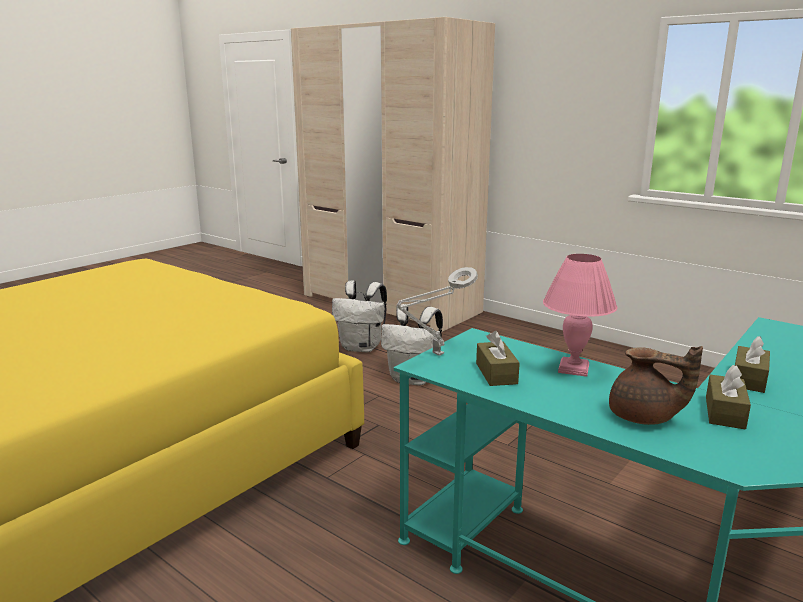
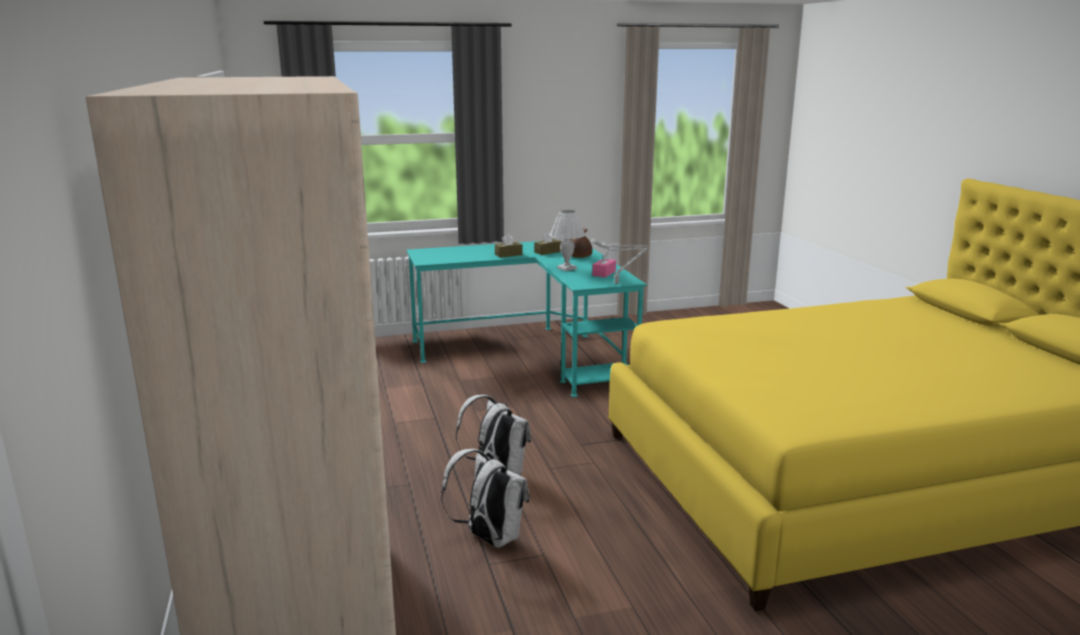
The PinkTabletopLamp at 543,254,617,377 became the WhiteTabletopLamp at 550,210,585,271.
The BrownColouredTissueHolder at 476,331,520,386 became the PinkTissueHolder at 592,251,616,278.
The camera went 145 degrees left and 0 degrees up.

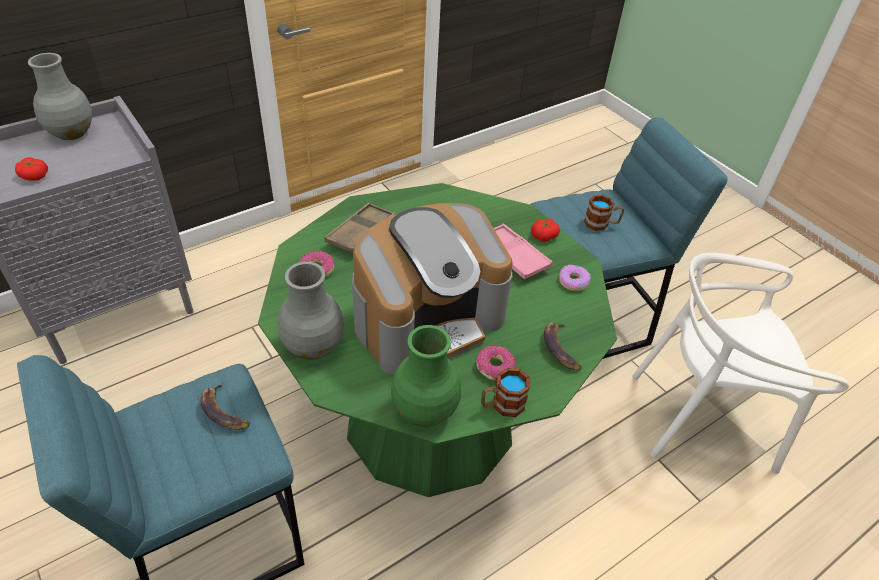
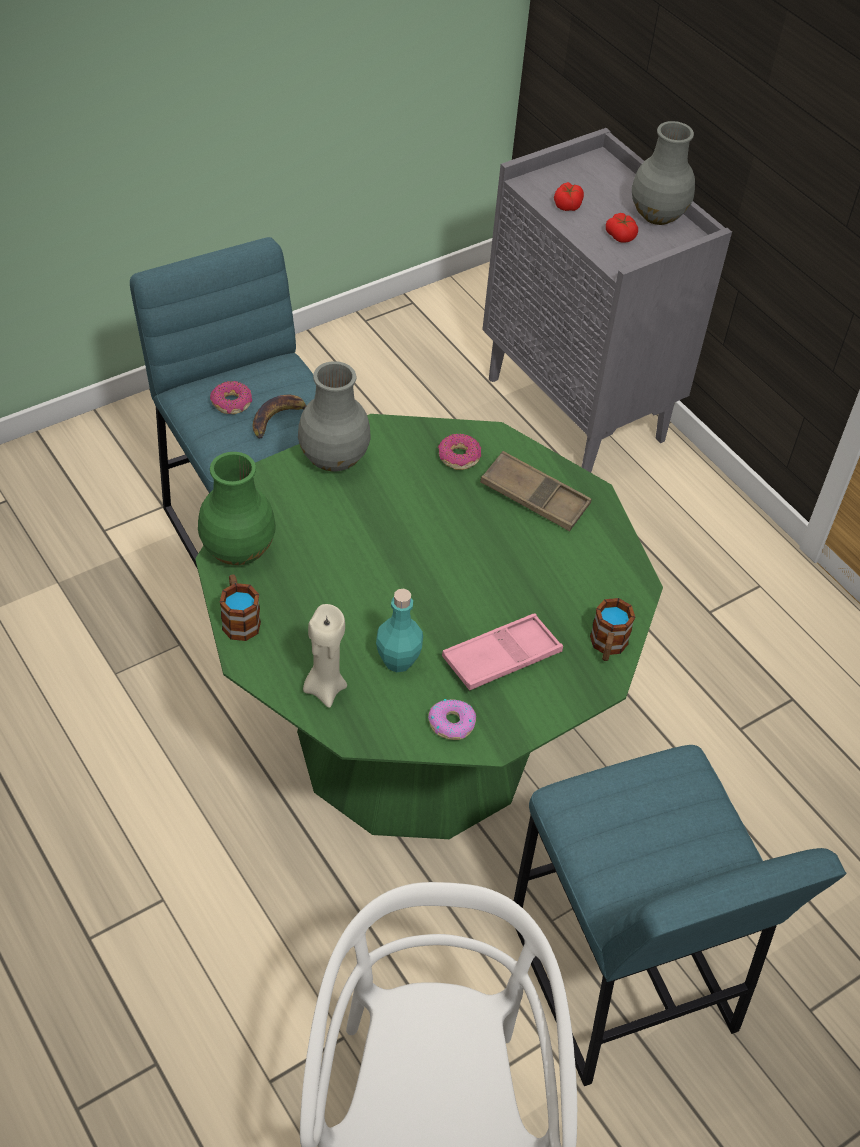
The Doughnut moved from 476,346,516,381 to 210,381,252,414.
The BananaFruit at 544,322,582,370 was replaced by the BeigeWaxLight at 303,604,347,708.
The TurquoiseBottle at 376,588,423,672 appeared.
The Mug moved from 584,195,624,231 to 590,598,635,661.
The WholeTomato moved from 531,218,560,242 to 606,213,638,243.
The CoffeeMaker at 352,203,513,374 disappeared.
The camera went 90 degrees right and 5 degrees up.

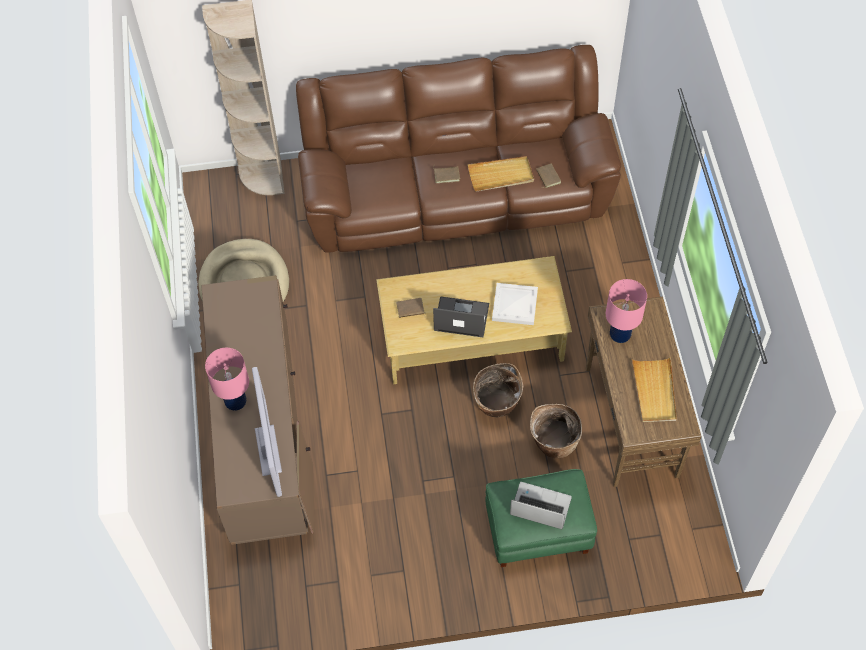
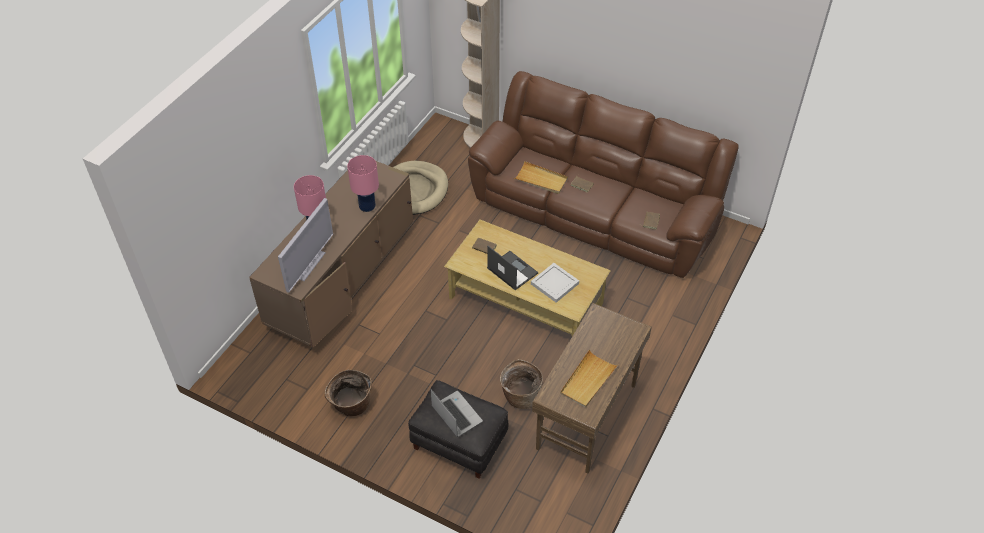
The StorageBasket moved from 473,363,523,417 to 325,370,372,416.
The PinkTabletopLamp moved from 606,279,647,343 to 347,155,379,212.
The GreenishOttoman at 485,469,597,567 became the BlackOttoman at 408,380,508,479.
The BeigeServingTray moved from 468,156,534,192 to 514,161,568,194.
The camera went 35 degrees right and 10 degrees down.

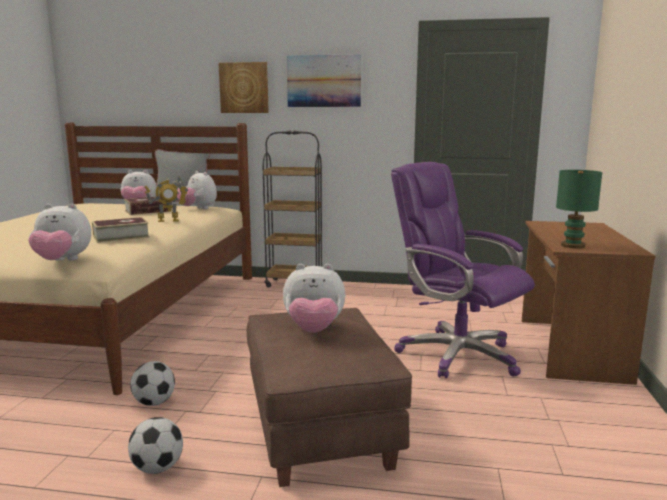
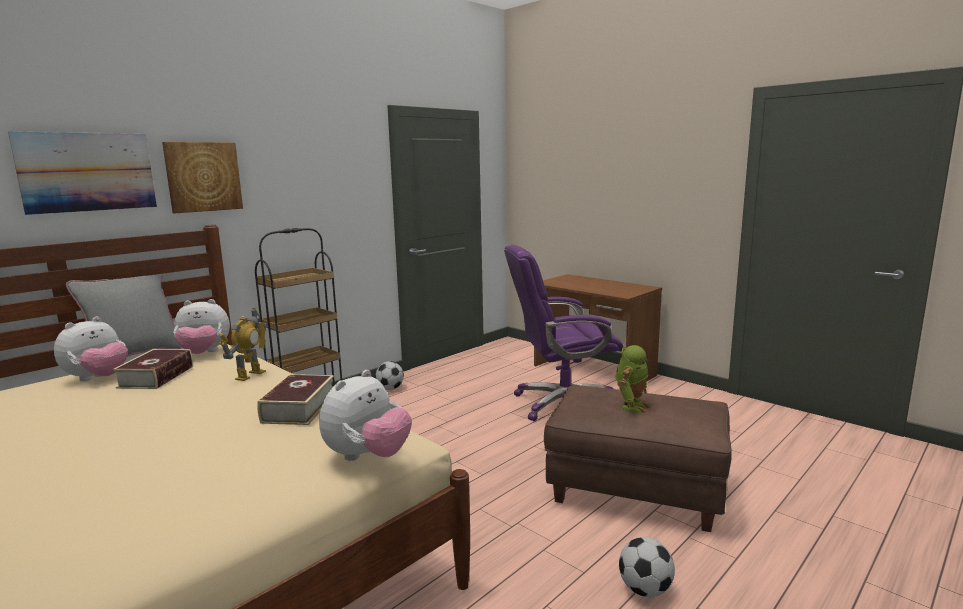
The WallPicture moved from 287,54,361,107 to 8,131,157,215.
The FootballBall moved from 130,361,175,406 to 376,361,404,390.
The CuddlyToy at 283,264,345,333 was replaced by the RobotFigure at 616,345,651,413.
The GreenishTabletopLamp at 556,170,603,249 disappeared.
The camera went 55 degrees left and 0 degrees up.

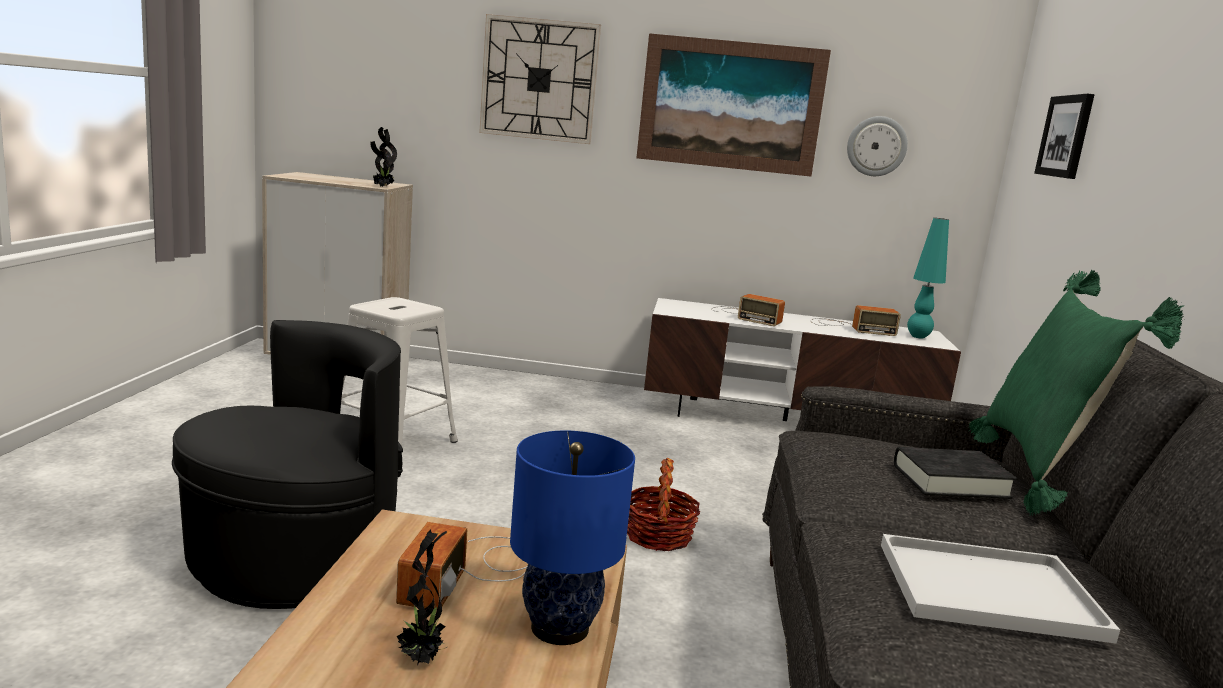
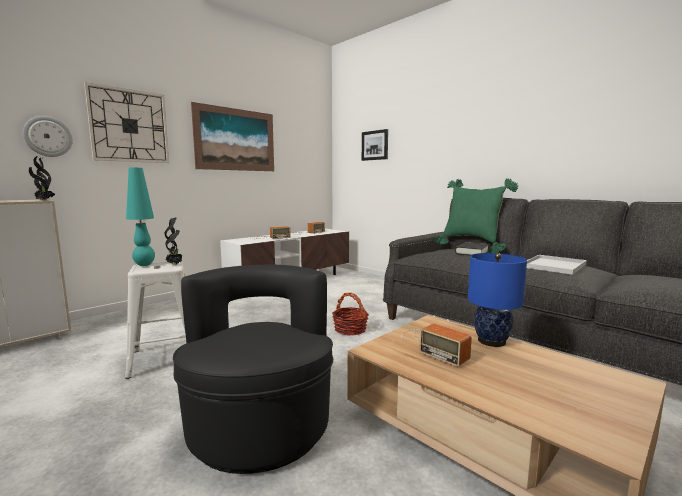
The WallClock moved from 847,116,908,176 to 23,116,73,157.
The TurquoiseTabletopLamp moved from 907,218,949,339 to 126,168,155,266.
The Houseplant moved from 397,529,448,665 to 165,217,182,264.
The camera went 50 degrees left and 5 degrees down.

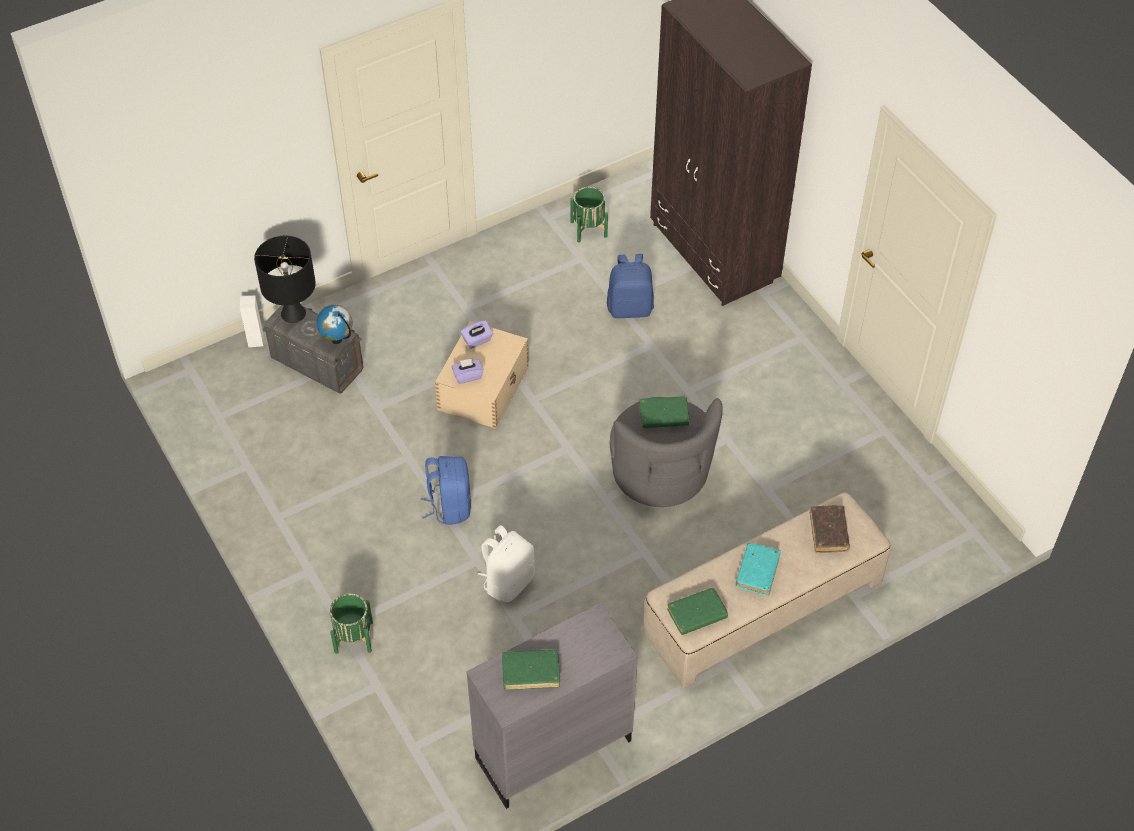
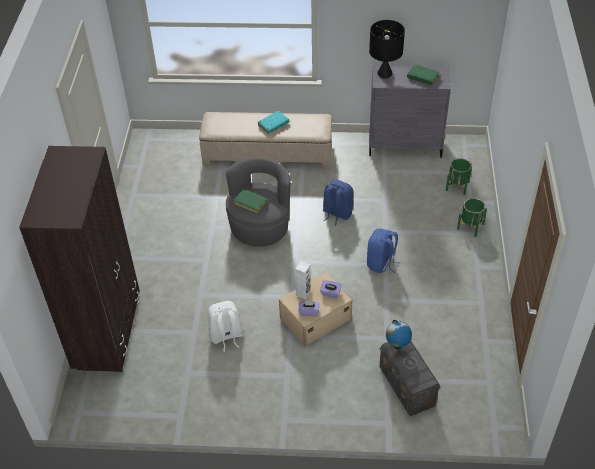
The WhiteBackpack moved from 478,525,535,602 to 207,301,243,352.
The WhiteAudioSpeaker moved from 240,295,264,347 to 295,261,311,300.
The BluishBackpack moved from 607,254,654,318 to 323,180,354,226.
The BlackTabletopLamp moved from 254,236,316,323 to 369,20,405,78.
The GreenishFlowerPot moved from 571,187,608,243 to 446,158,472,195.
The GreenishVolume at 667,588,728,635 disappeared.
The BrownColouredVolume at 810,505,850,553 disappeared.
The camera went 145 degrees left and 5 degrees down.

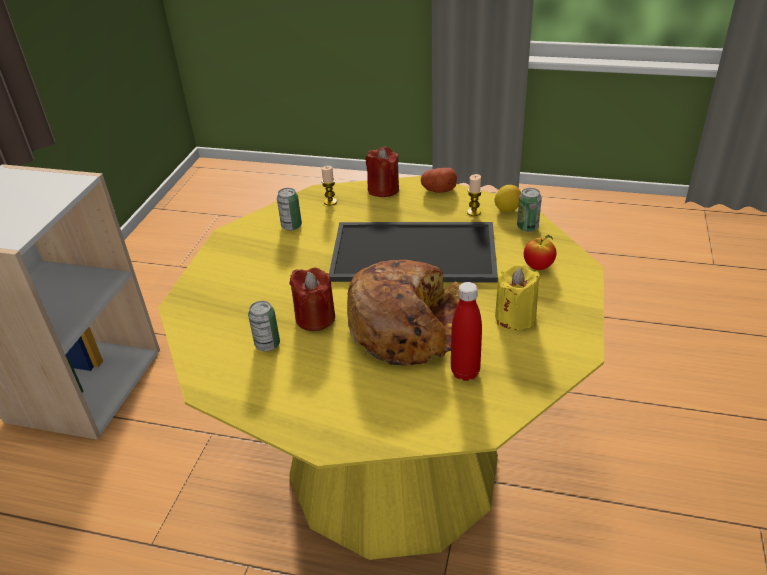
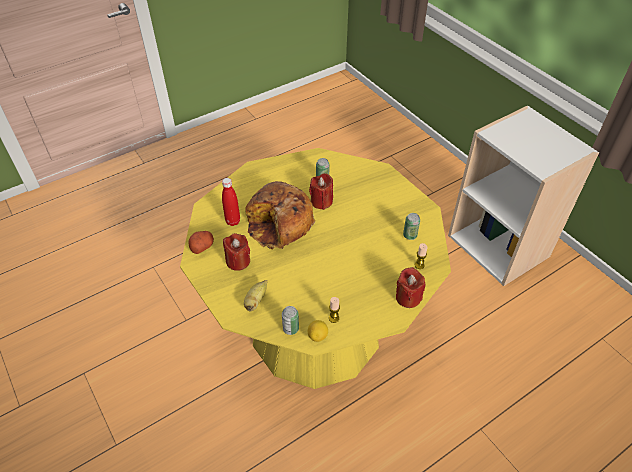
The Spud moved from 421,168,457,193 to 189,231,214,254.
The YellowishWaxLight at 495,265,541,330 became the RedColouredWaxLight at 223,233,250,271.
The Apple at 524,235,556,270 was replaced by the BananaFruit at 244,280,267,311.
The ServingTray at 329,222,498,283 disappeared.
The camera went 130 degrees right and 10 degrees up.

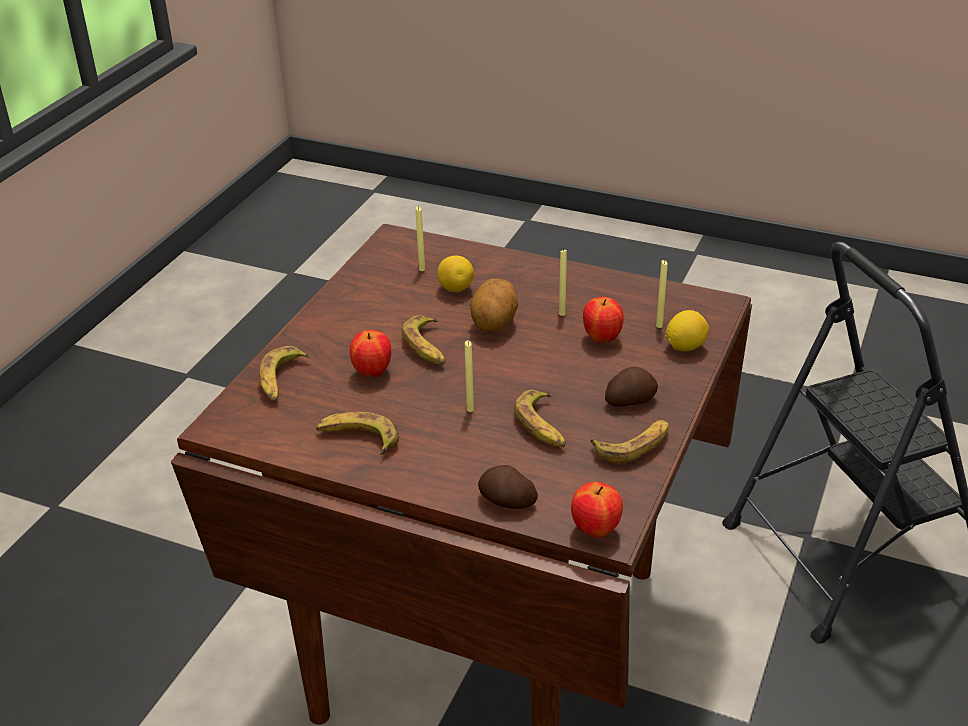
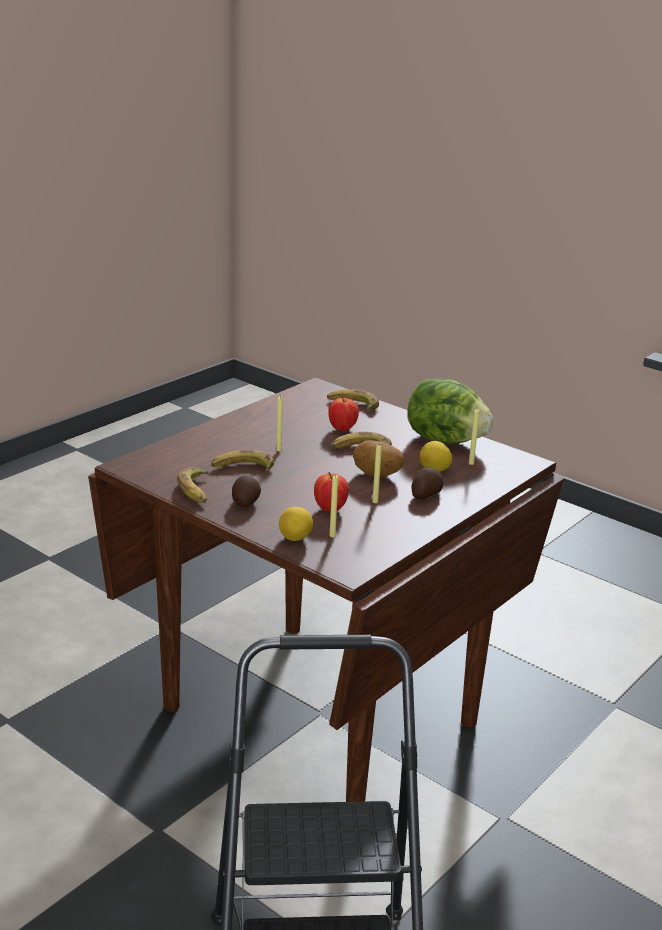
The LettuceHead at 407,378,493,444 appeared.
The Spud moved from 478,465,538,509 to 412,467,444,499.
The BananaFruit at 316,412,399,455 disappeared.
The Apple at 571,482,623,538 disappeared.
The camera went 105 degrees right and 10 degrees down.

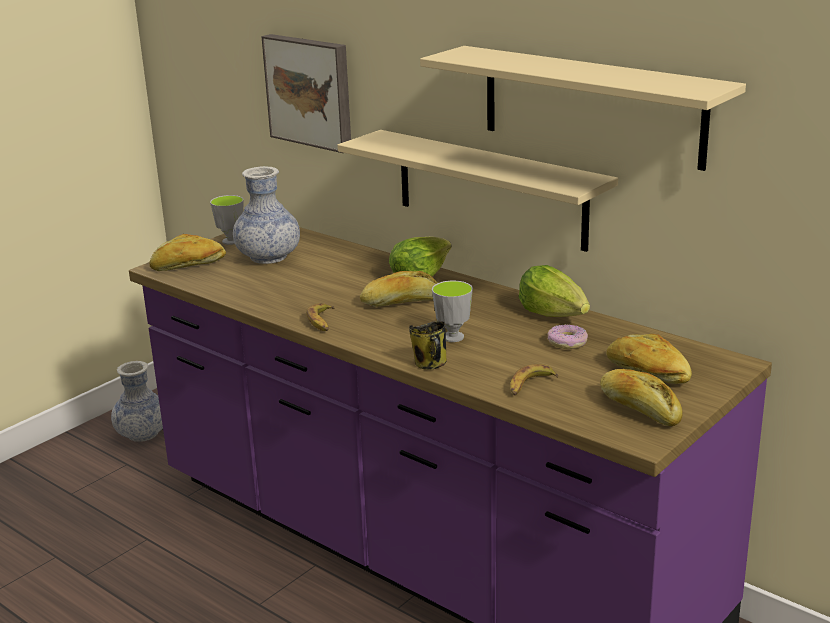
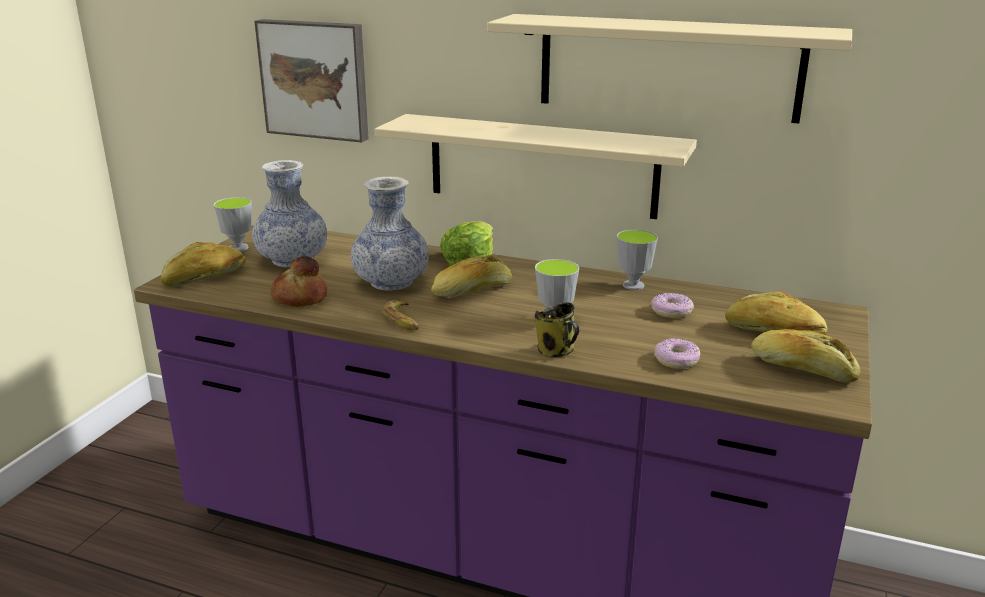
The BakedBread at 270,256,327,307 appeared.
The DecorativeVase moved from 111,361,163,442 to 351,177,429,291.
The LettuceHead at 519,265,590,317 was replaced by the SmallCup at 617,230,658,290.
The BananaFruit at 510,364,558,396 was replaced by the Doughnut at 654,338,700,369.
The camera went 20 degrees left and 0 degrees up.

